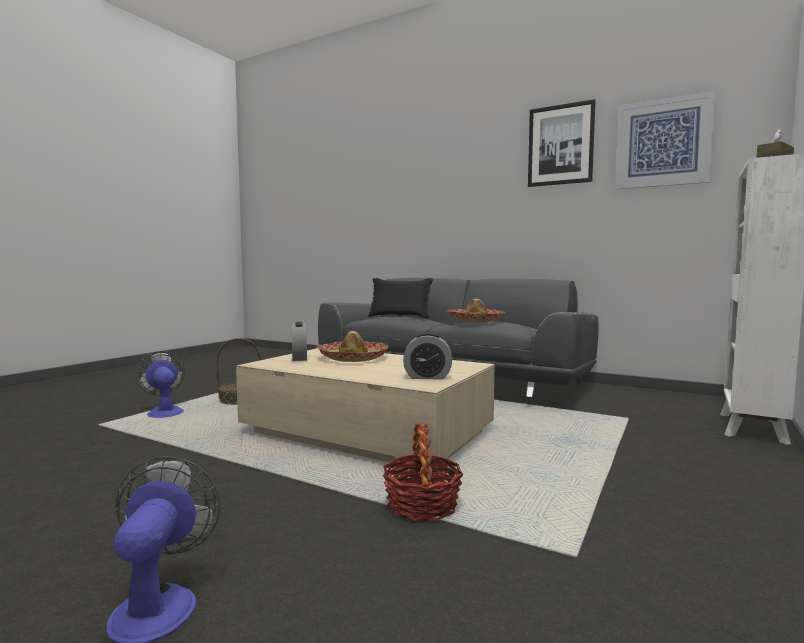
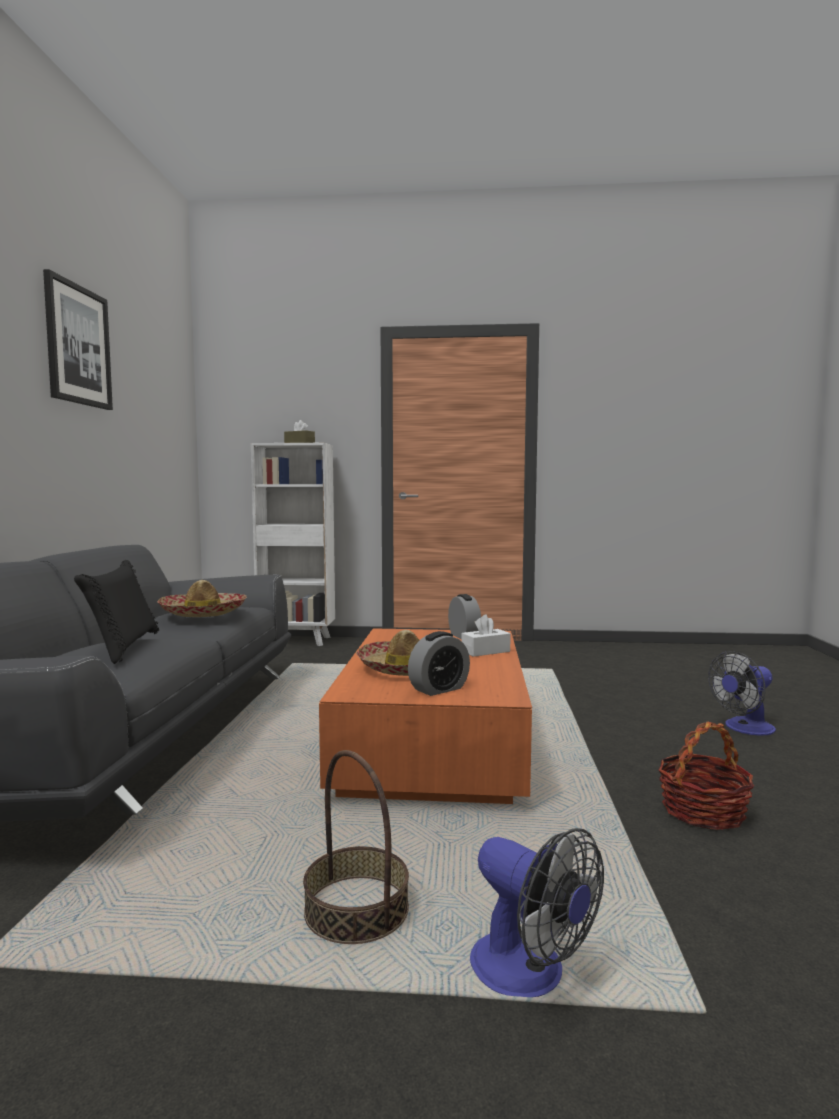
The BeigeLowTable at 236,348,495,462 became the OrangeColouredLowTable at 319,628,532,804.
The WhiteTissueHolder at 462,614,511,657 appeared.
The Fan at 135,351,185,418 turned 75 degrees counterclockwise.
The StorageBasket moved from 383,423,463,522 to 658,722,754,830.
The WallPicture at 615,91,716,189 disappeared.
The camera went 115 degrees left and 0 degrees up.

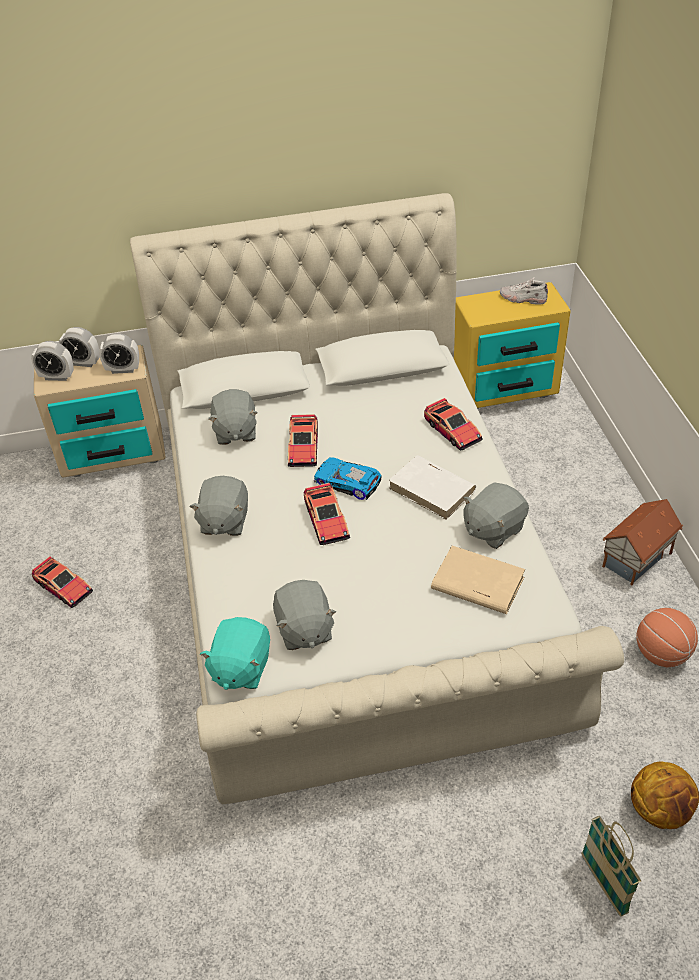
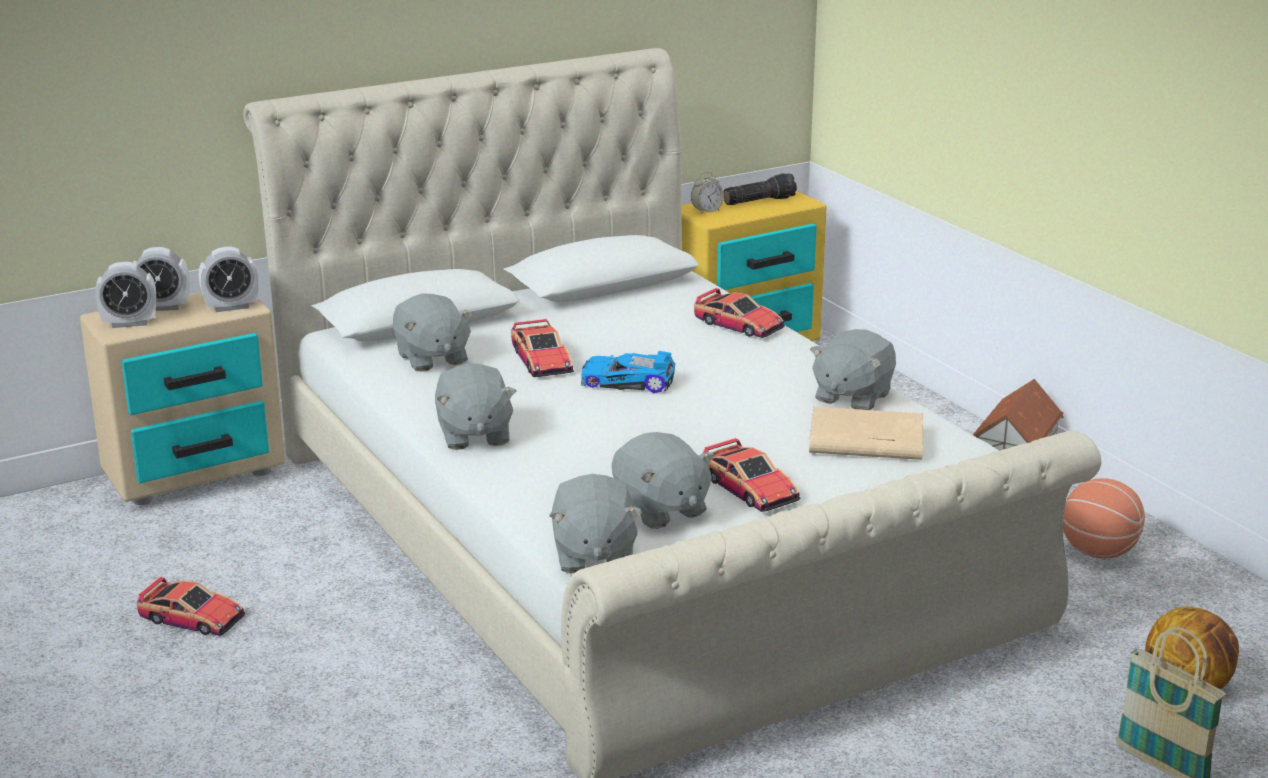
The TurquoiseCuddlyToy at 200,617,270,690 became the GreyishCuddlyToy at 549,474,643,573.
The AlarmClock at 691,171,724,215 appeared.
The MiniatureCar moved from 304,483,350,545 to 702,438,801,512.
The WhiteLowShoe at 500,277,548,305 was replaced by the HandTorch at 724,173,797,205.
The WhiteVolume at 389,455,476,520 disappeared.
The camera went 20 degrees left and 20 degrees down.

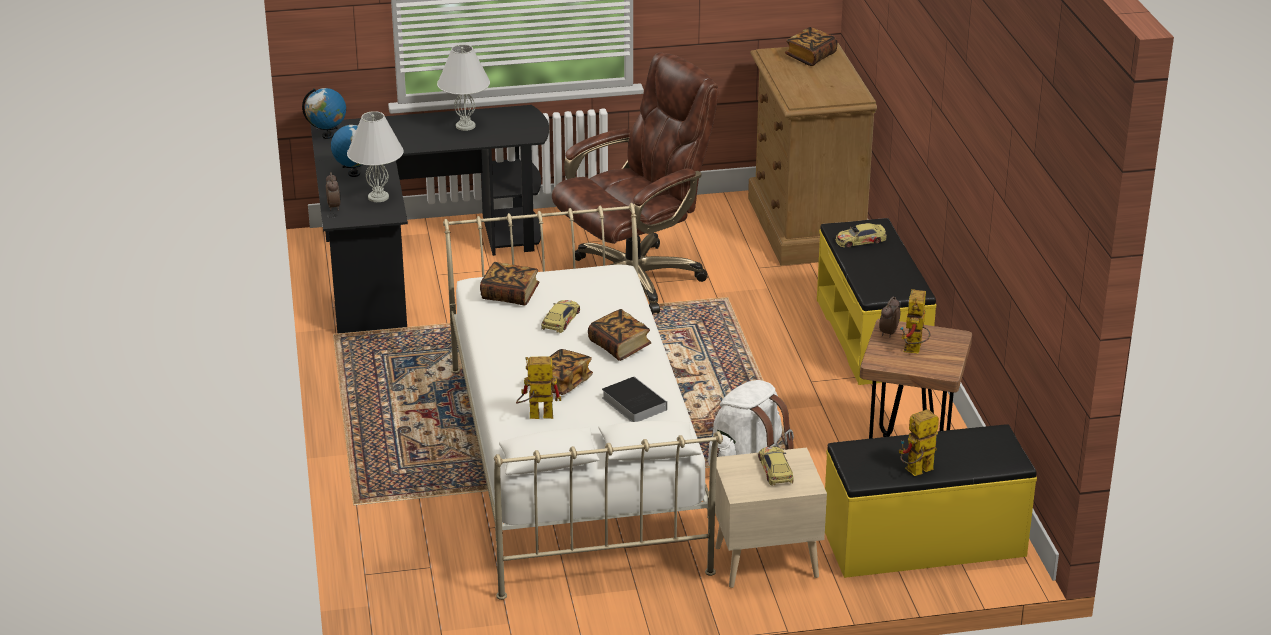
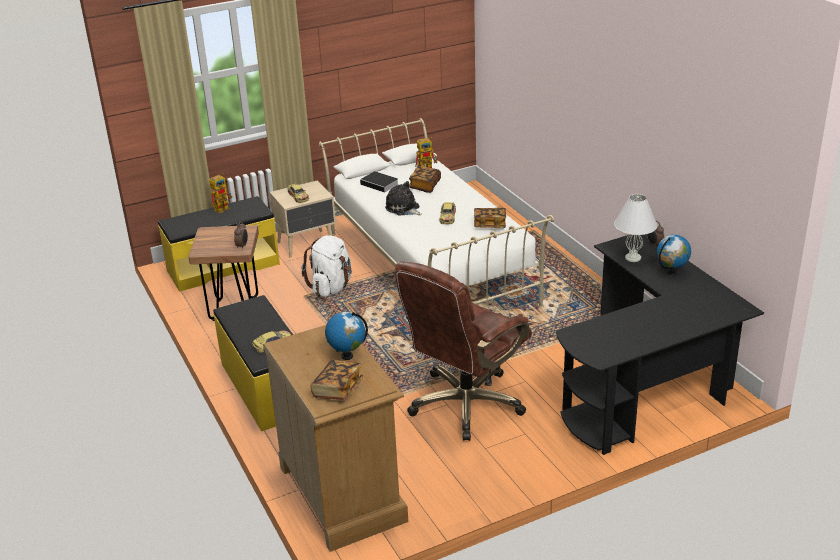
The DeskGlobe moved from 302,88,346,139 to 325,312,368,360.
The Volume at 588,309,651,361 was replaced by the CuddlyToy at 385,181,422,216.
The WhiteTabletopLamp at 437,44,490,131 disappeared.
The RobotFigure at 900,289,930,354 disappeared.
The camera went 165 degrees right and 0 degrees up.

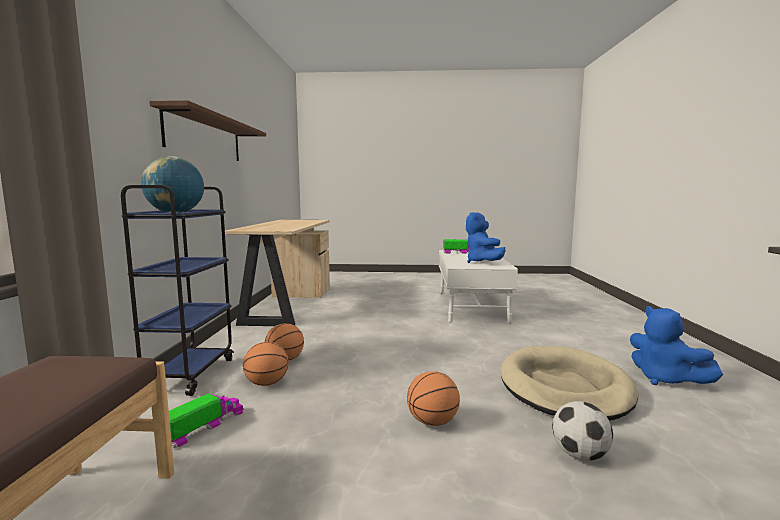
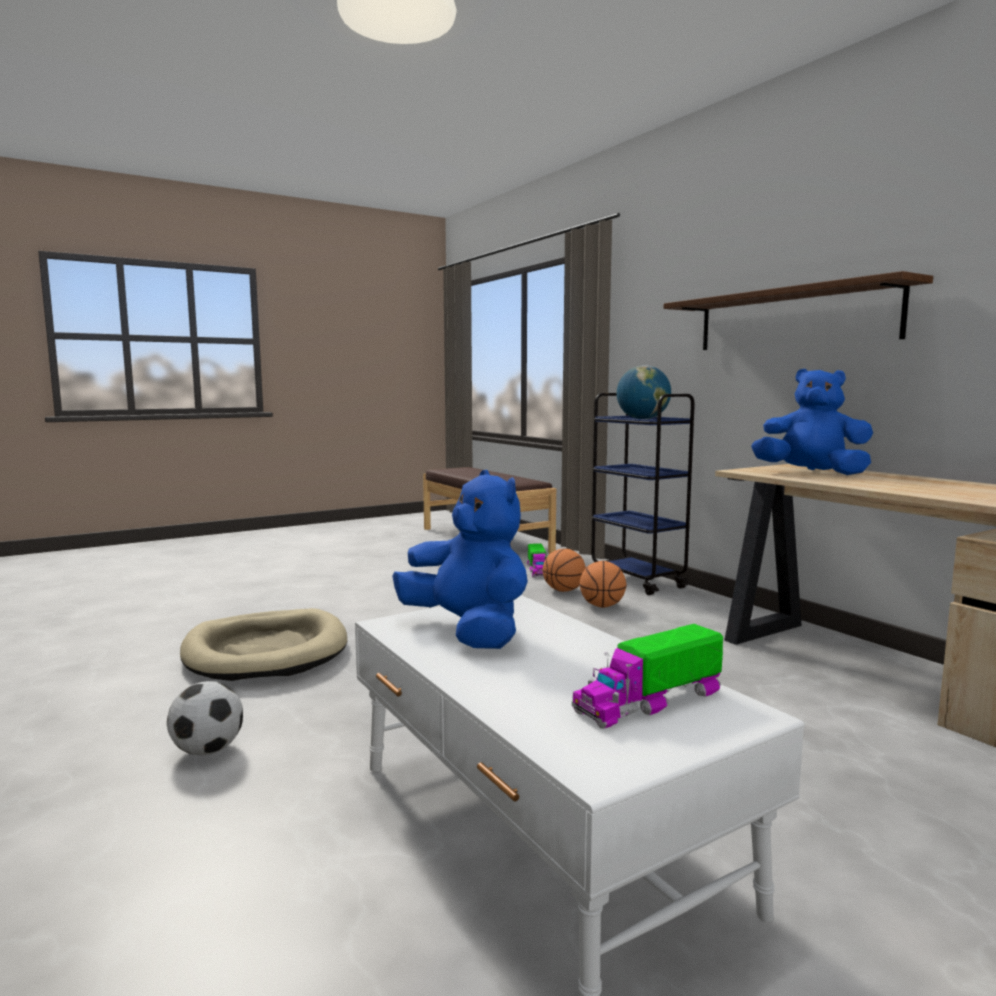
The FootballBall moved from 552,401,613,461 to 167,681,243,755.
The BluishCuddlyToy moved from 630,306,723,385 to 751,369,873,475.
The BallForBasketball at 407,371,460,426 disappeared.
The camera went 145 degrees right and 0 degrees up.

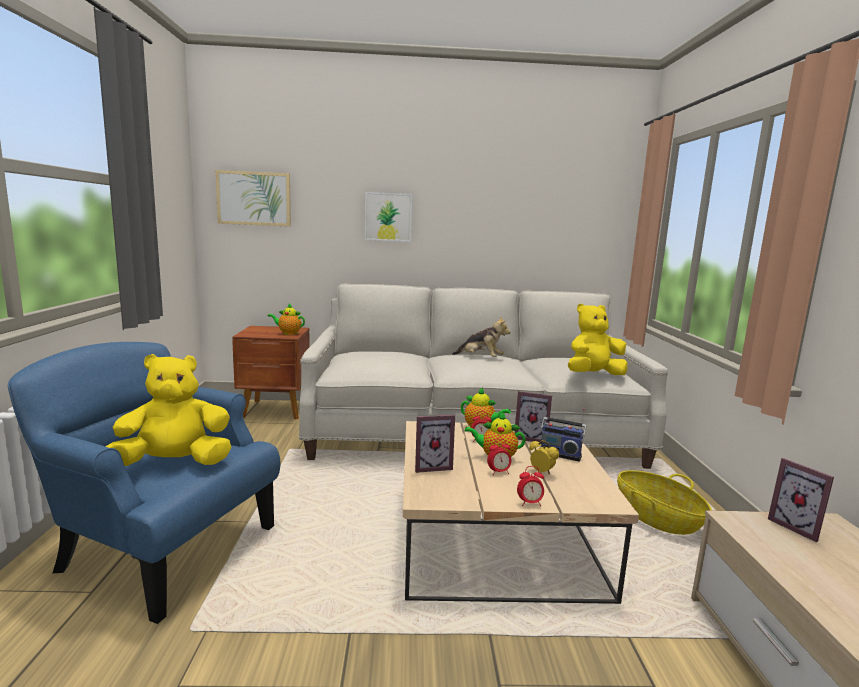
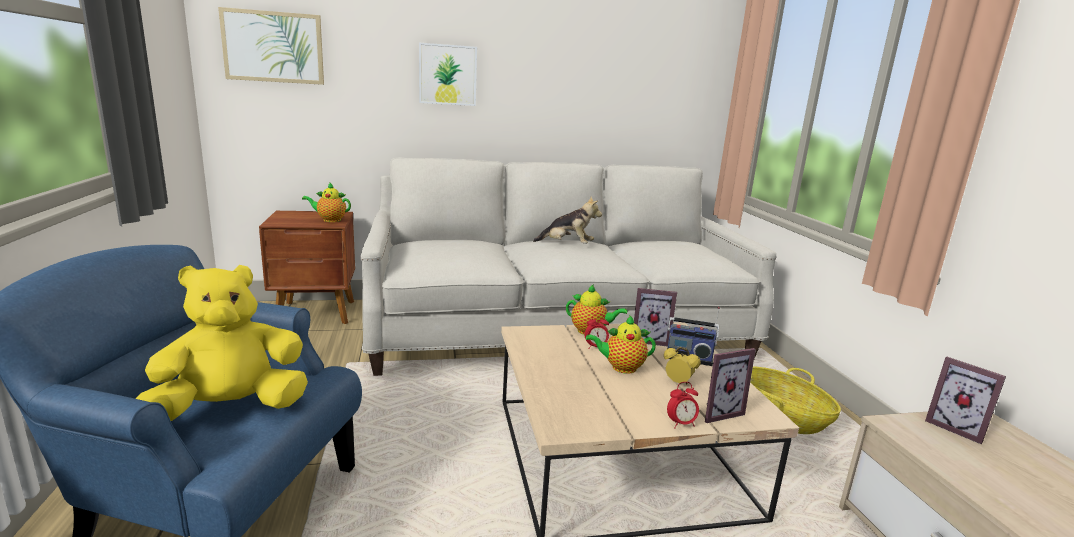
The StandingFrame moved from 415,415,455,473 to 705,348,756,423.
The AlarmClock at 487,439,511,475 disappeared.
The YellowishCuddlyToy at 568,303,628,375 disappeared.
The camera went 10 degrees left and 5 degrees up.

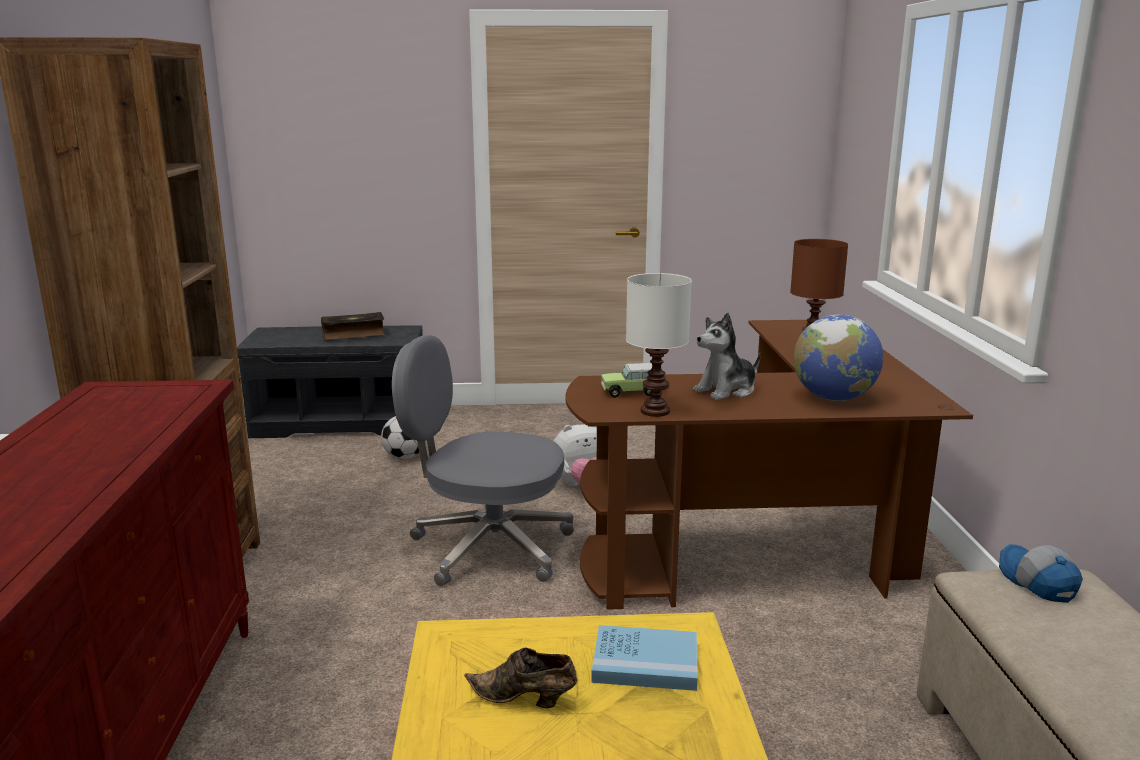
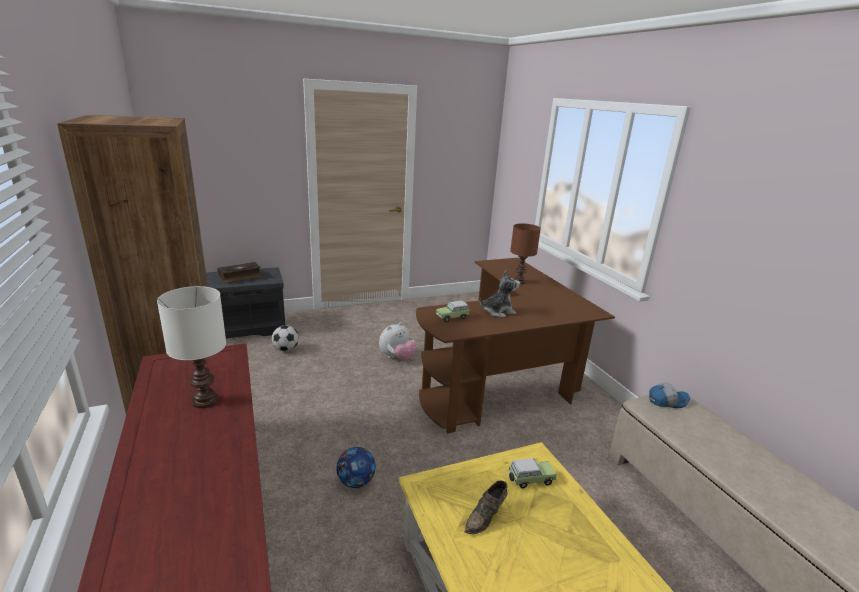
The WhiteTabletopLamp moved from 626,273,692,417 to 157,286,226,408.
The FootballBall at 337,447,376,488 appeared.
The BrownColouredLowShoe at 464,647,577,708 turned 45 degrees counterclockwise.
The CuddlyToy at 693,313,761,400 turned 150 degrees counterclockwise.
The BluishVolume at 592,625,698,691 was replaced by the MiniatureCar at 508,458,557,488.
The PeakedCap at 999,544,1083,603 turned 120 degrees clockwise.
The GreyishDeskChair at 392,335,574,587 disappeared.
The DeskGlobe at 794,315,883,401 disappeared.
The camera went 20 degrees left and 5 degrees up.

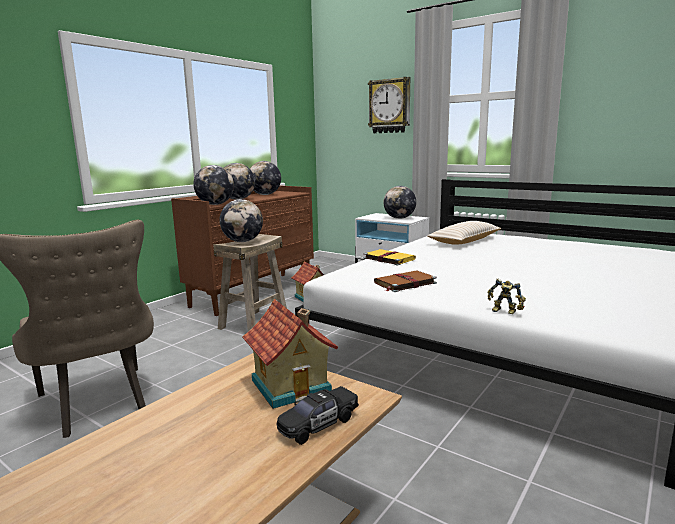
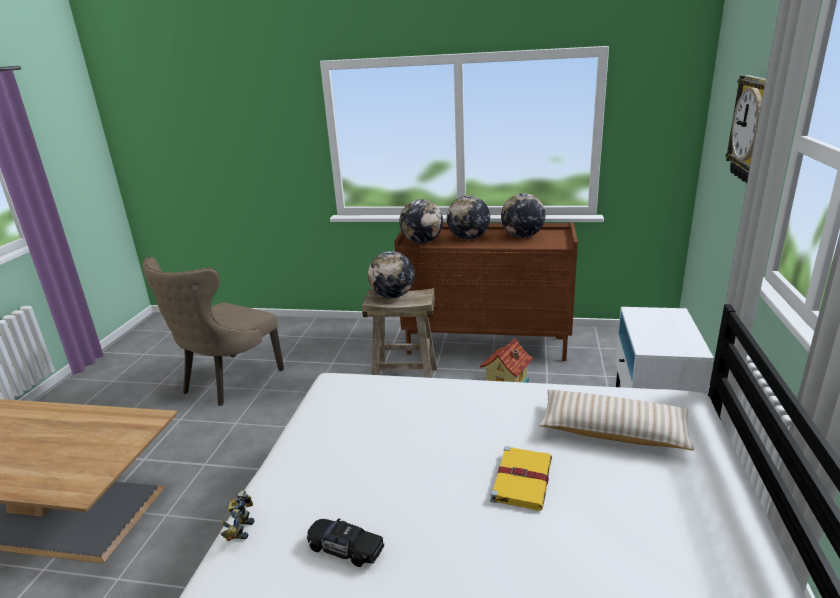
The BlackMiniatureCar moved from 276,386,359,445 to 307,519,384,567.
The YellowishVolume moved from 364,249,416,266 to 490,446,552,510.
The ModelHouse at 242,299,338,409 disappeared.
The BrownColouredVolume at 374,270,437,292 disappeared.
The DeskGlobe at 384,186,416,219 disappeared.
The camera went 65 degrees right and 10 degrees up.

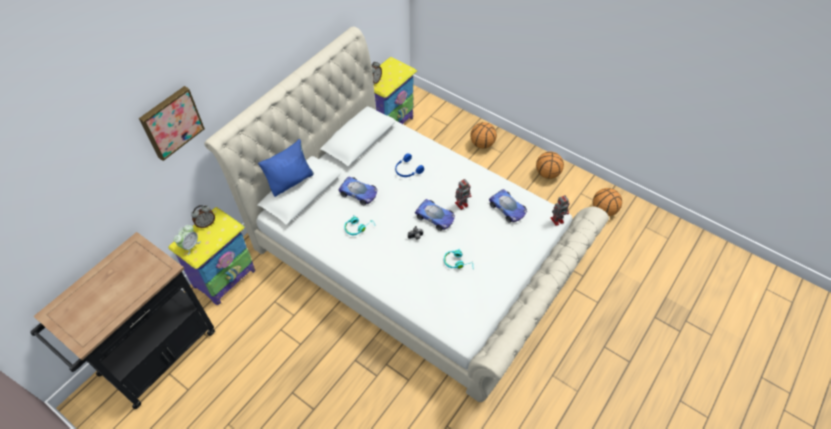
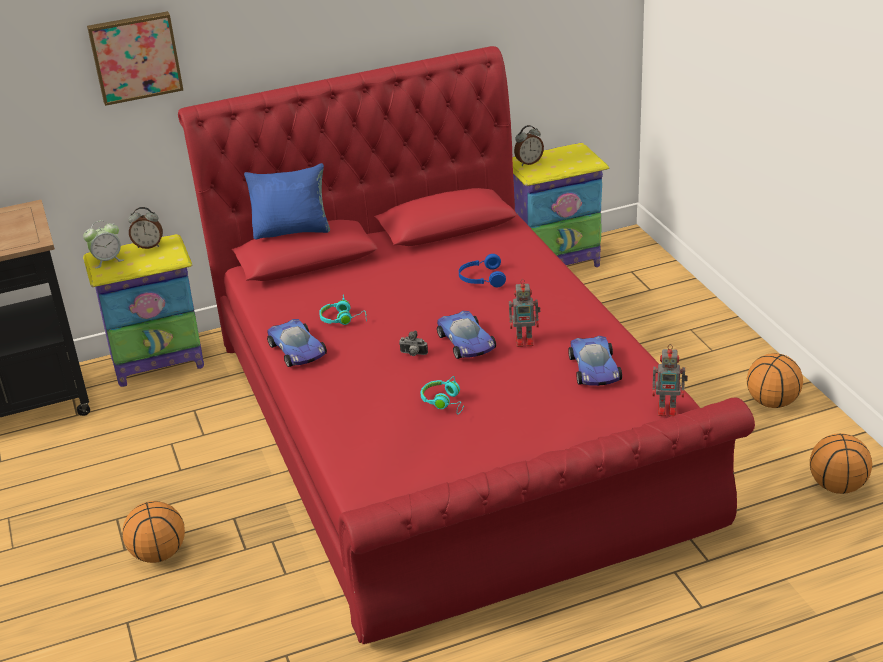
The BallForBasketball moved from 470,122,497,148 to 122,501,185,563.
The BeigeSleepingBed at 204,26,609,402 became the RedColouredSleepingBed at 178,46,755,644.
The MiniatureCar moved from 338,176,377,205 to 267,319,327,367.
The camera went 35 degrees right and 20 degrees down.

